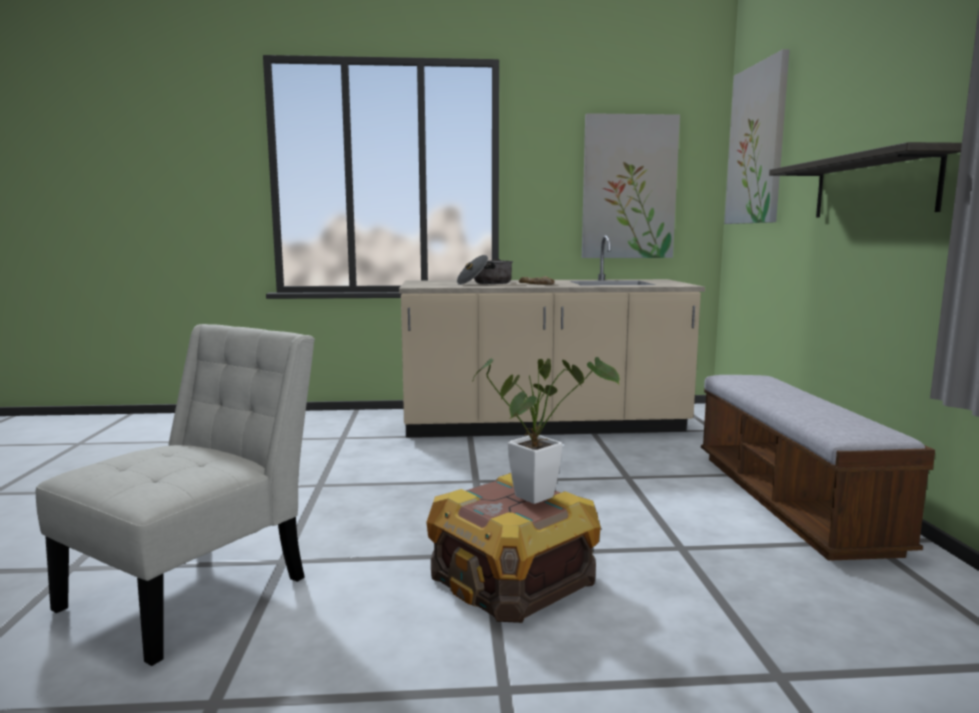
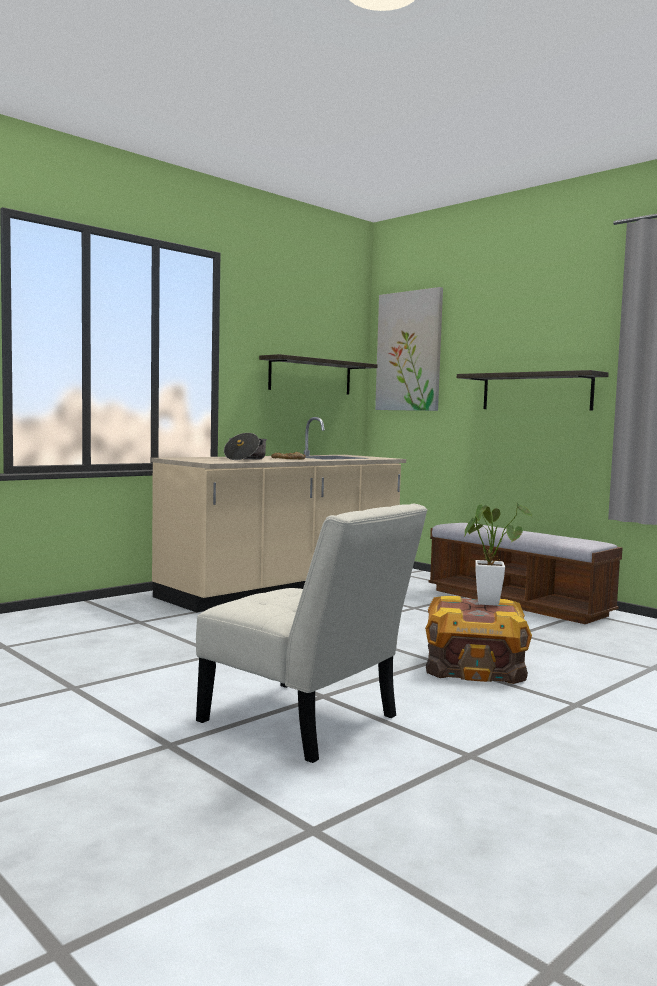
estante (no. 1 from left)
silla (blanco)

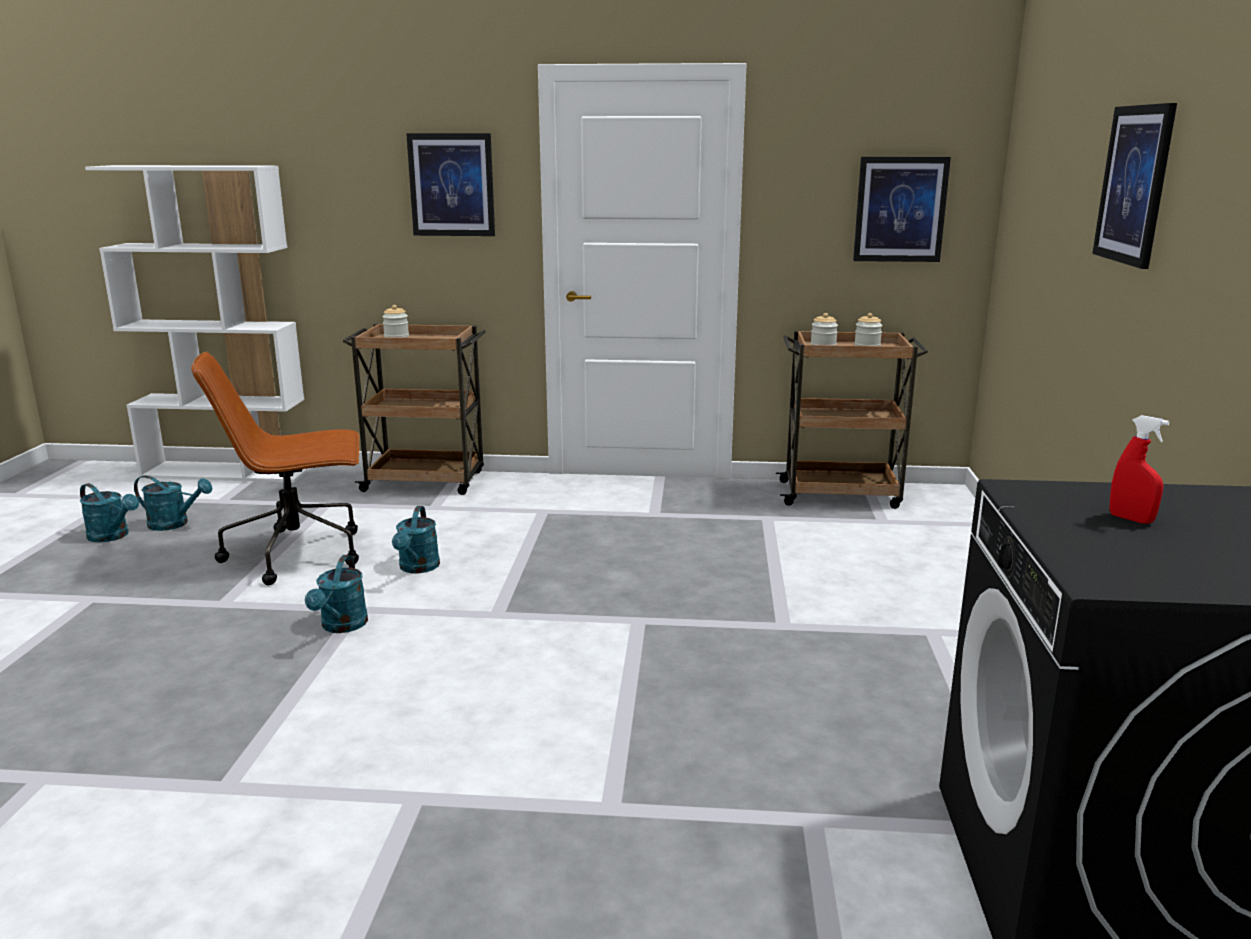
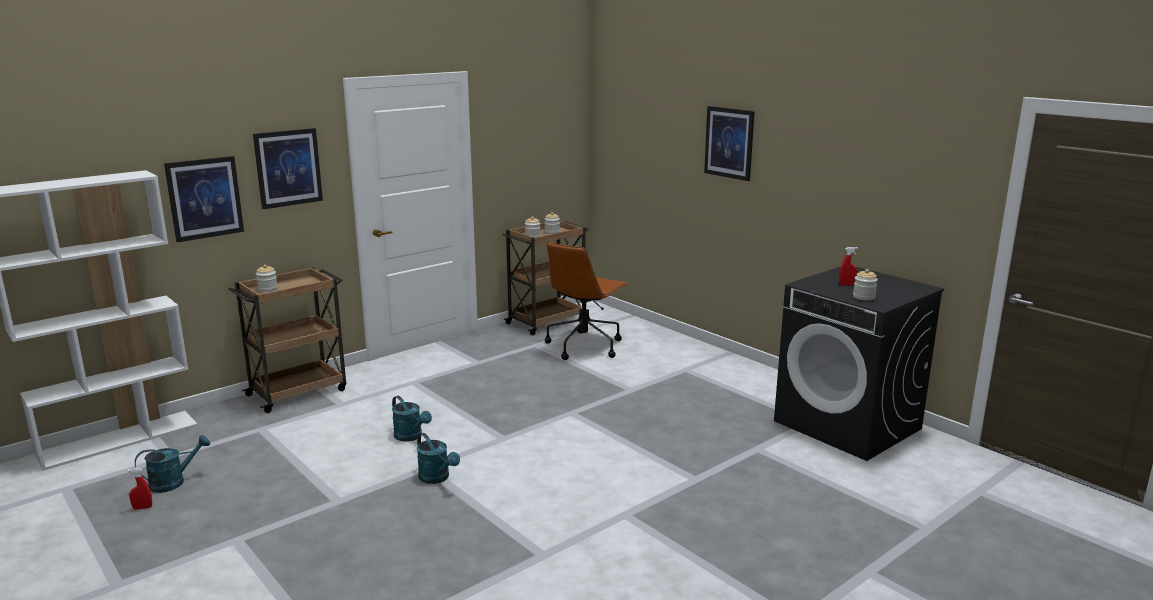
tarro (no. 4 from left)
silla de oficina (marrón)
cuadro (no. 1 from left)
pulverizador (rojo) (no. 1 from left)

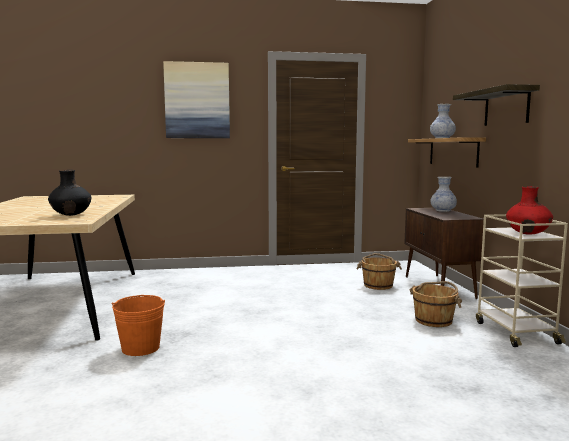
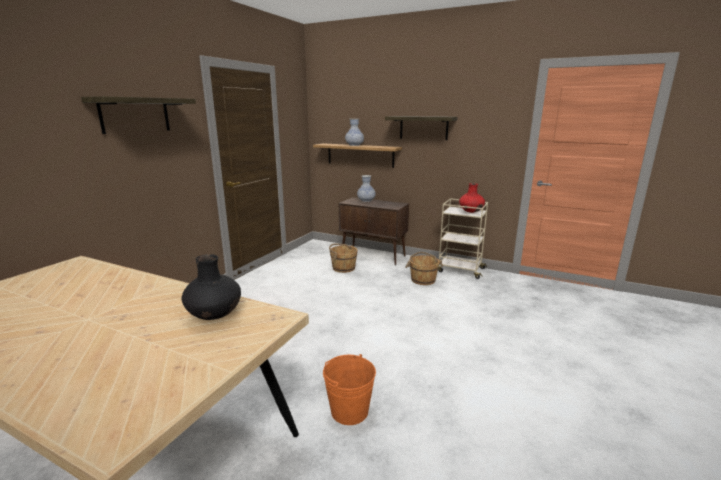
estante (no. 1 from left)

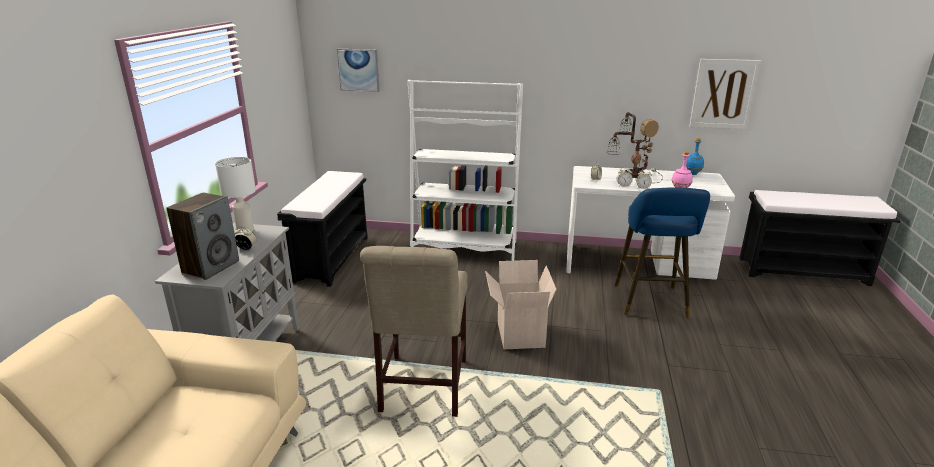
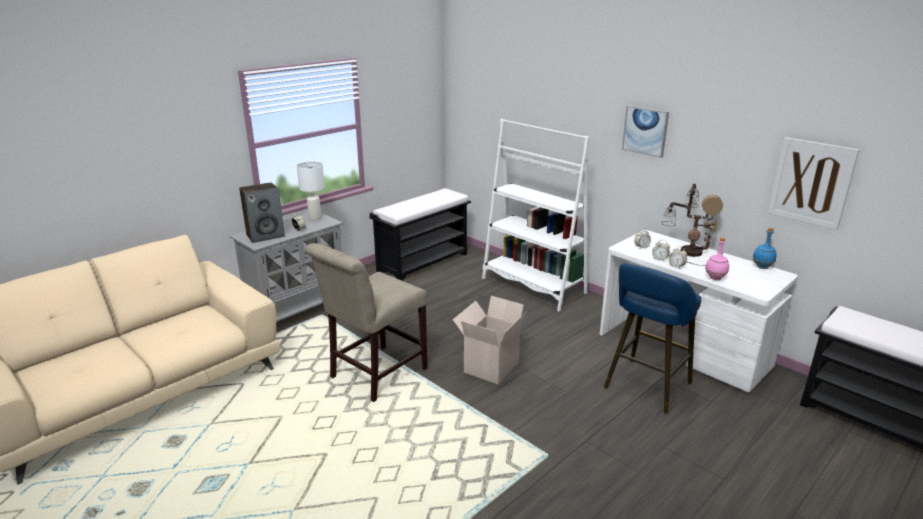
cuadro (no. 1 from left)

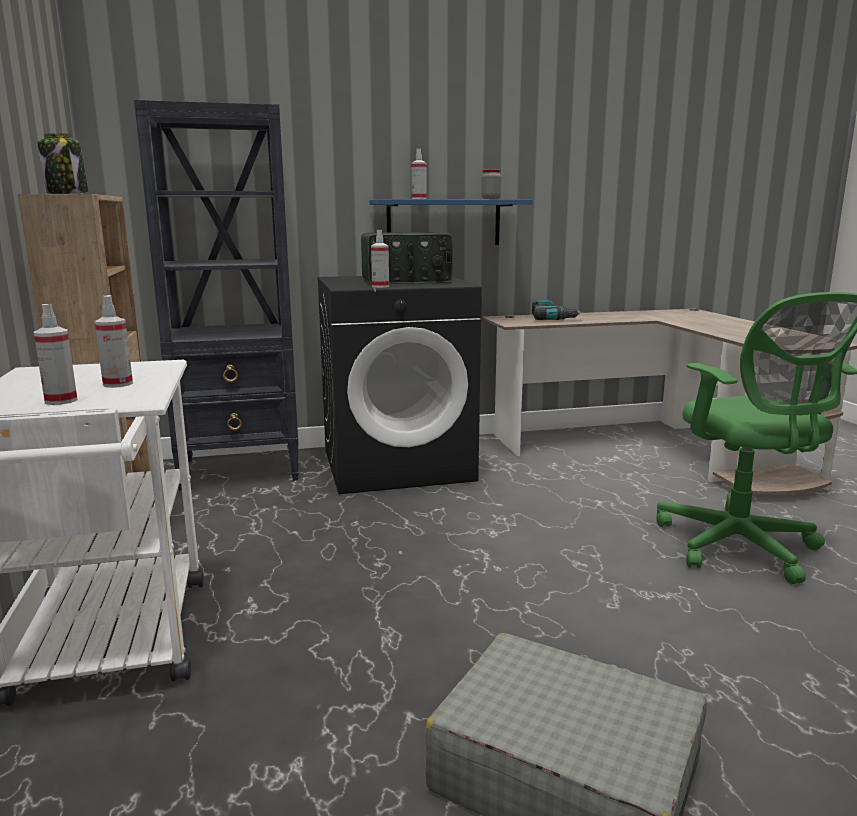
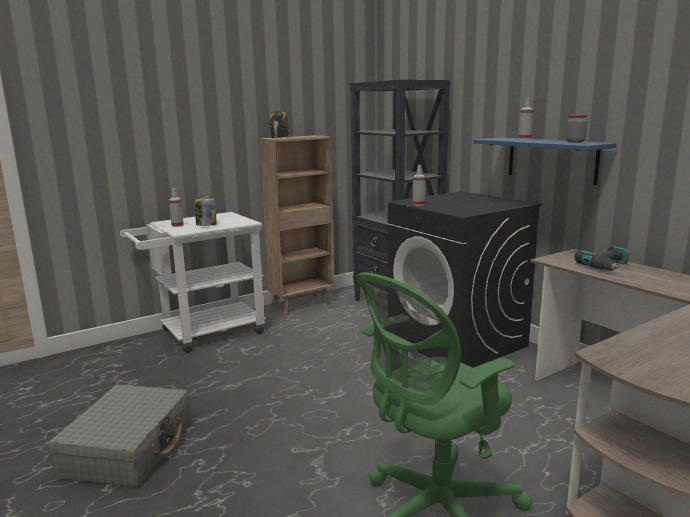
radio
tarro (no. 1 from left)

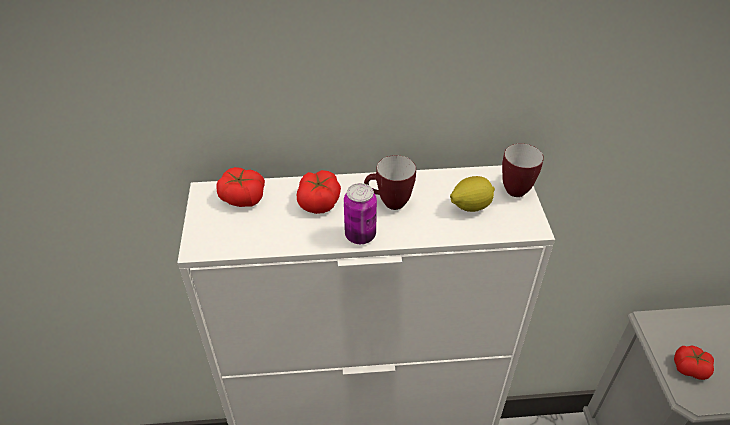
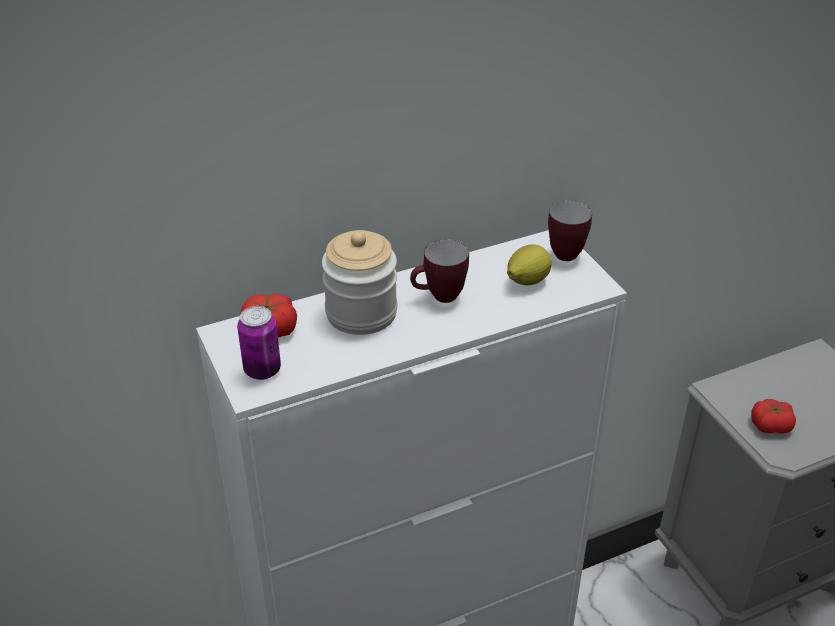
lata
tarro

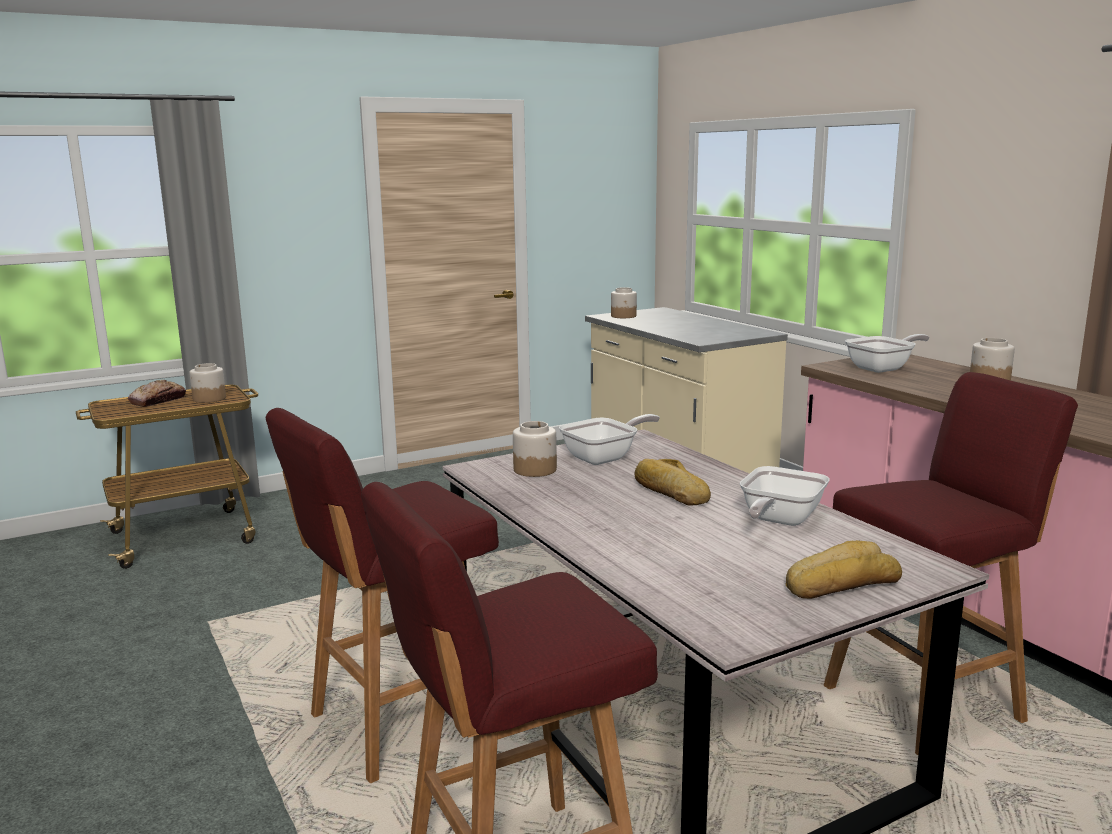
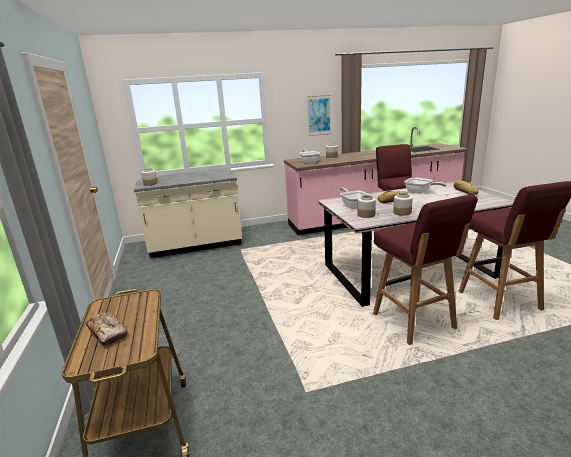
cuadro
tarro (no. 4 from left)

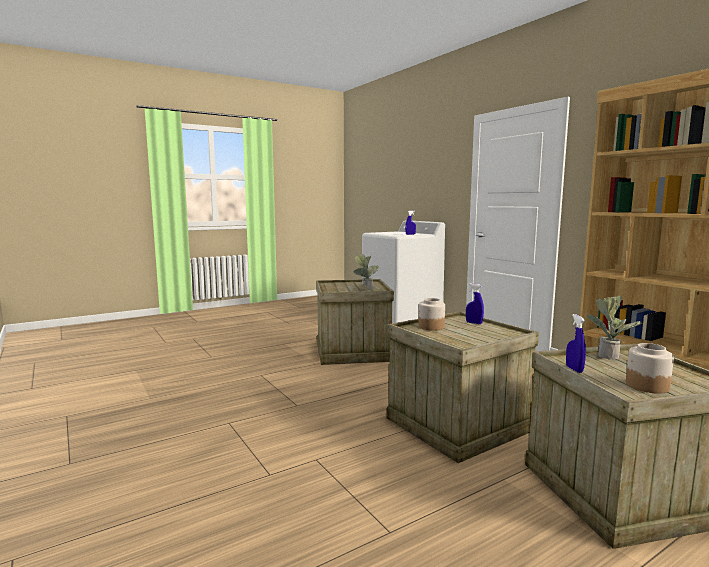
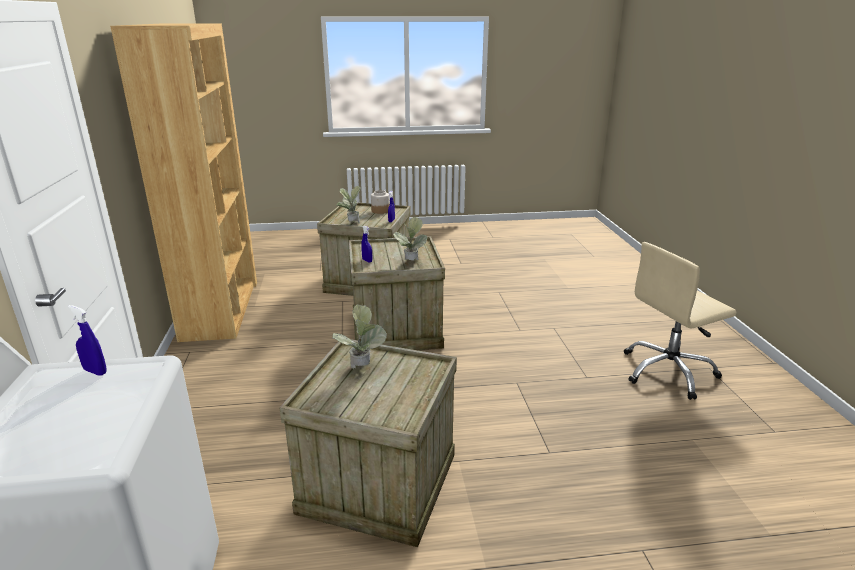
silla de oficina (beis)
planta en maceta (no. 3 from left)

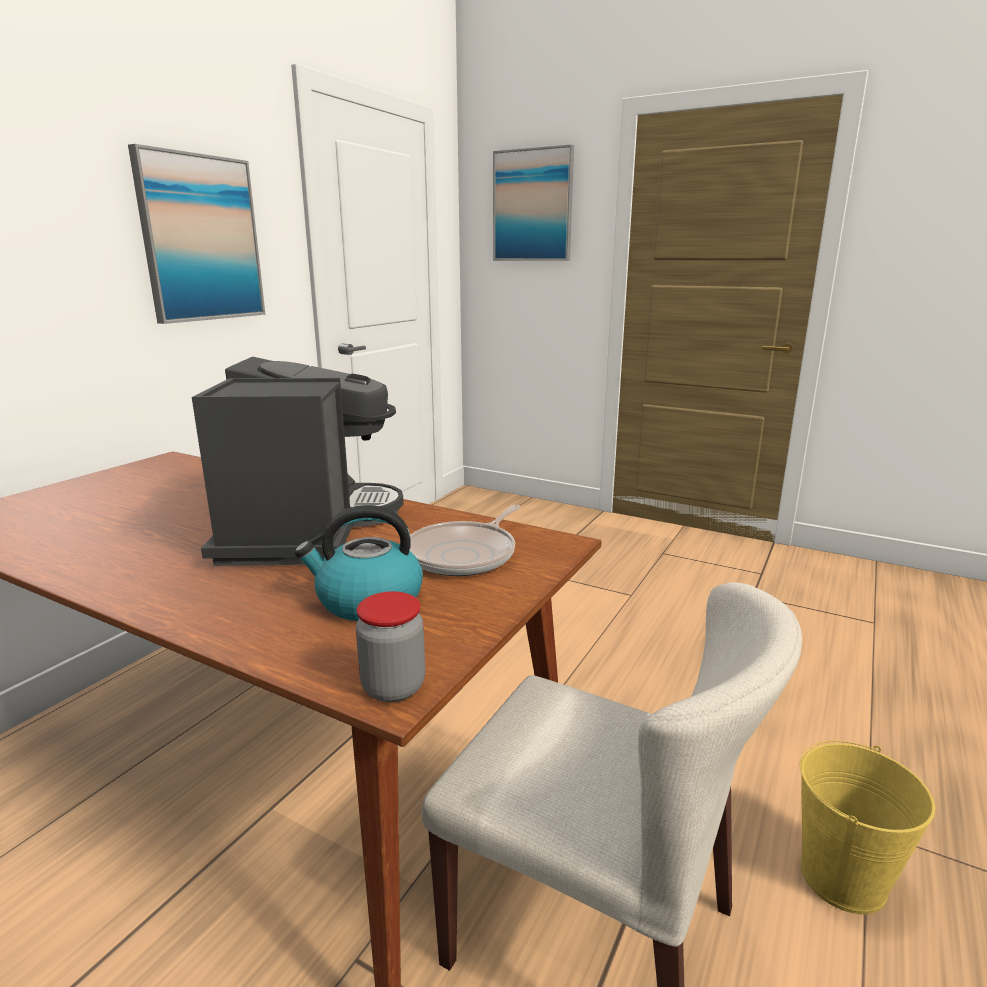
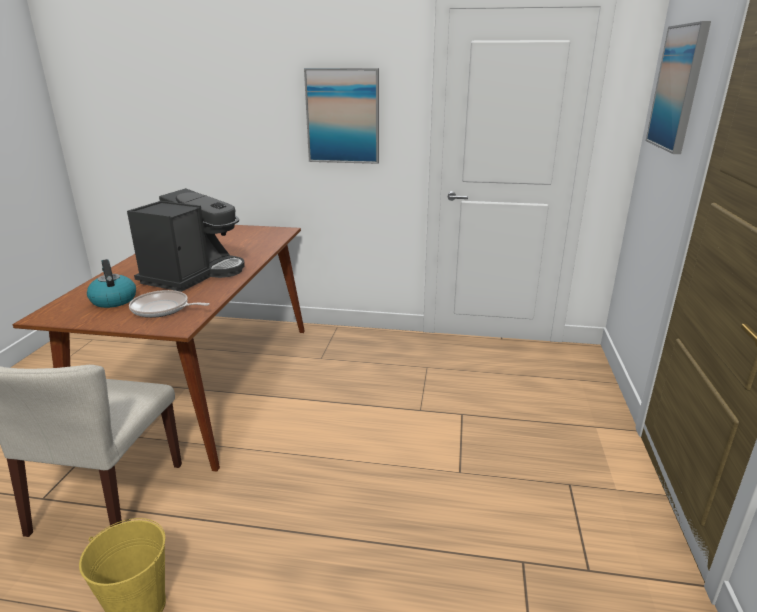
tarro
cafetera

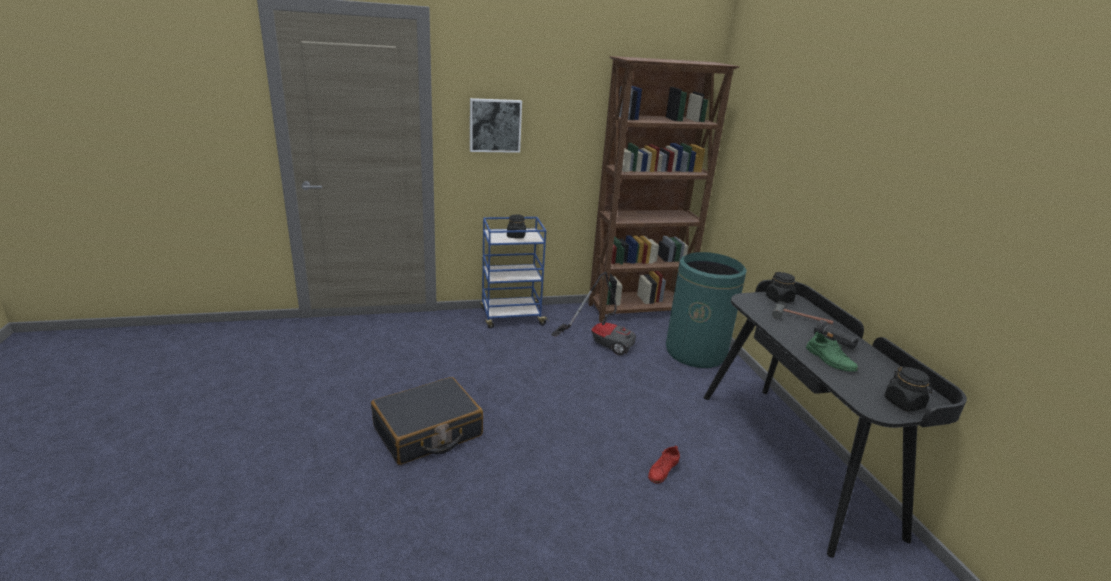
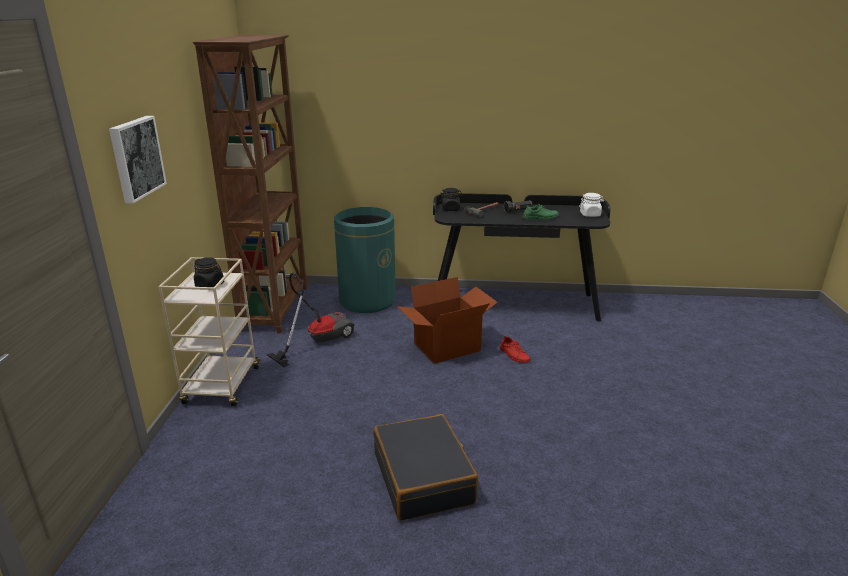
caja de cartón
carrito (beis)
tarro (blanco)

